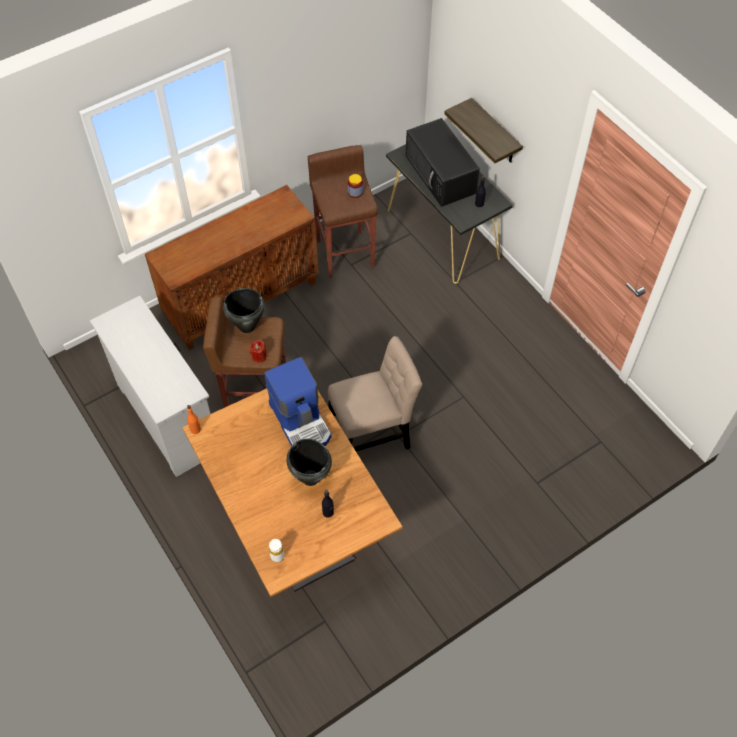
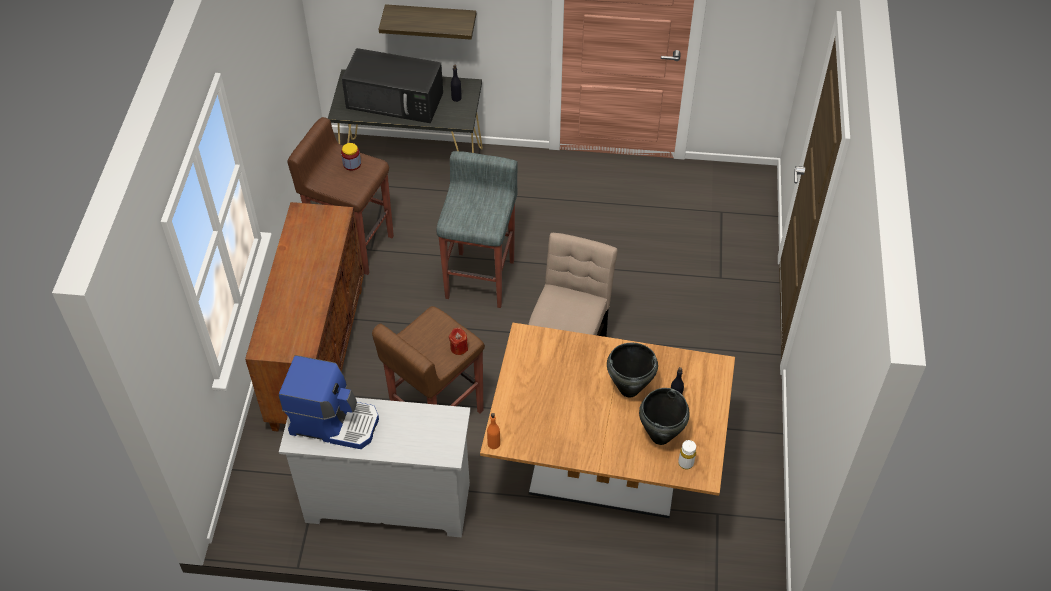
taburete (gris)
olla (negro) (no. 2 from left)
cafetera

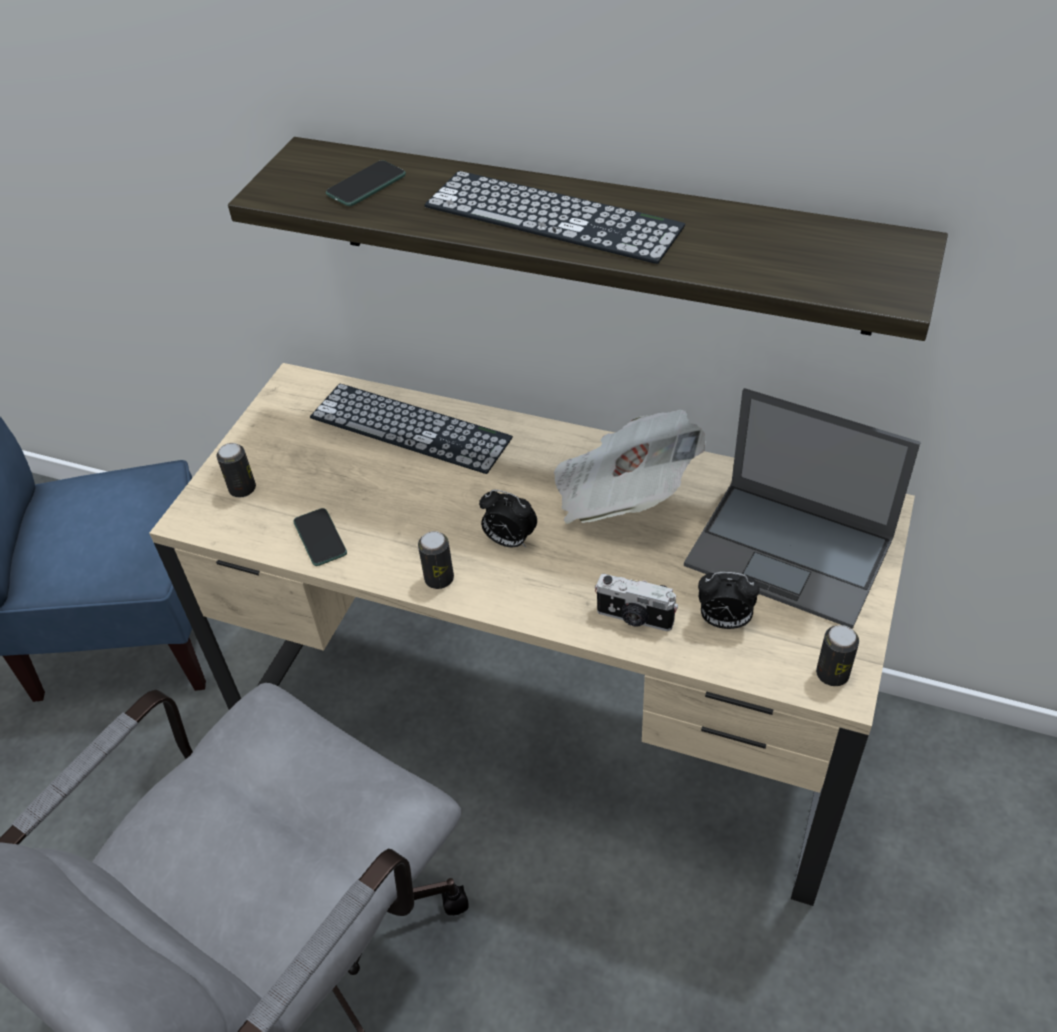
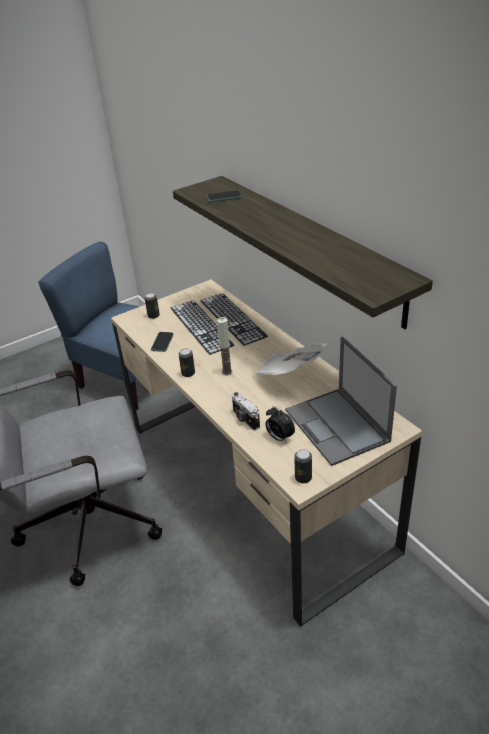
teclado (no. 1 from left)
vela

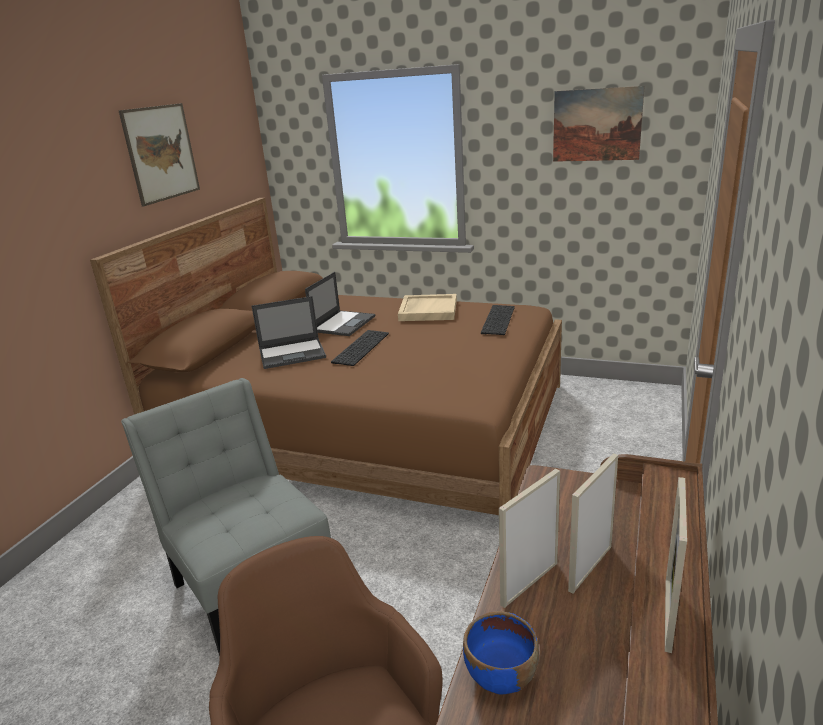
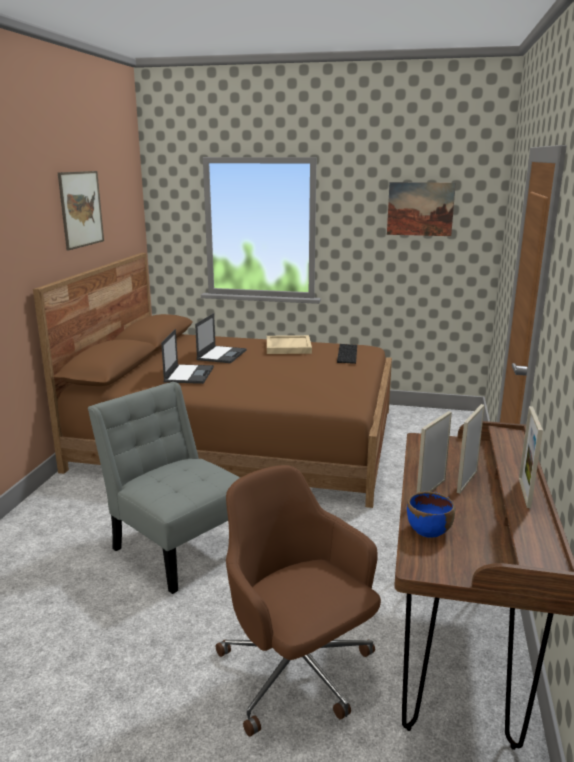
teclado (no. 1 from left in the first image)
portátil (no. 1 from left)

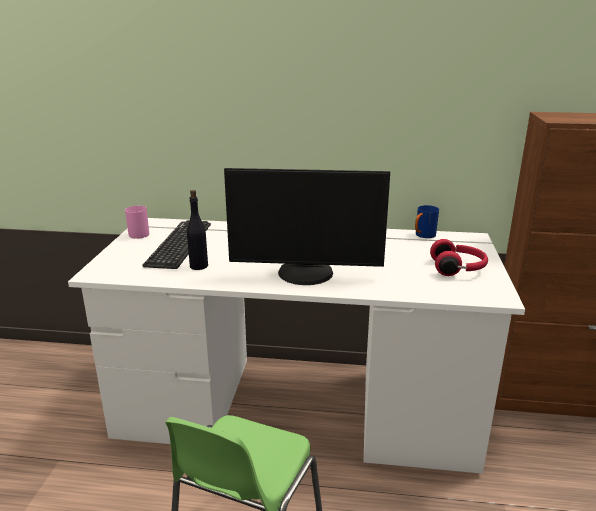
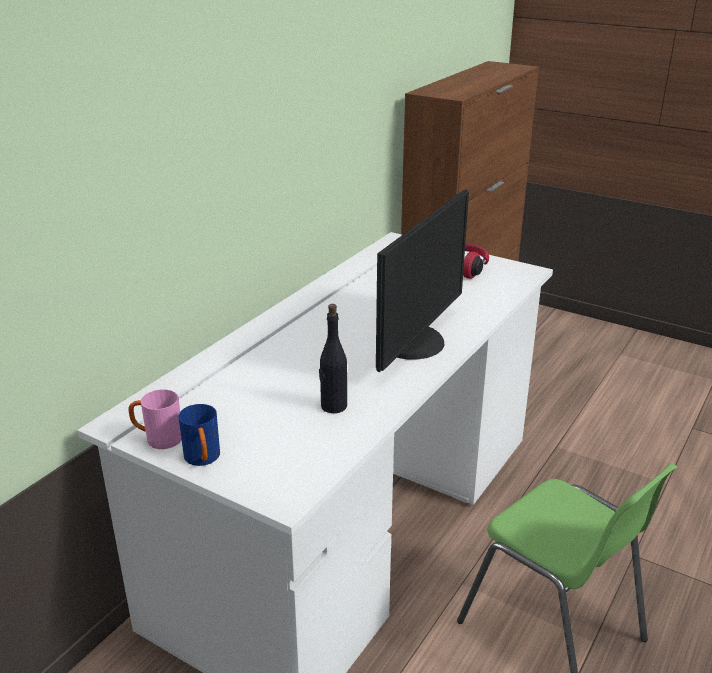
teclado
taza grande (azul)

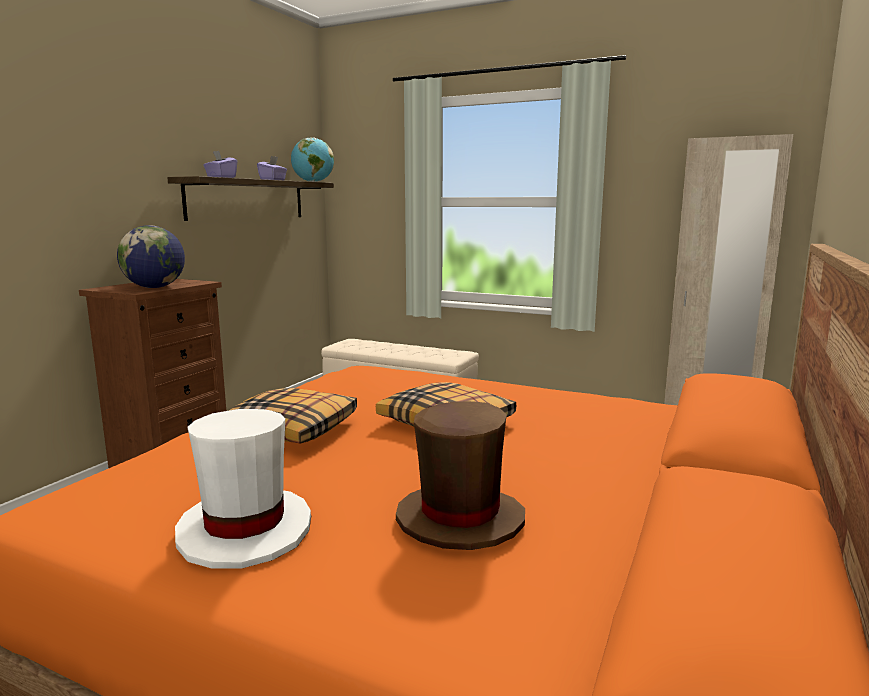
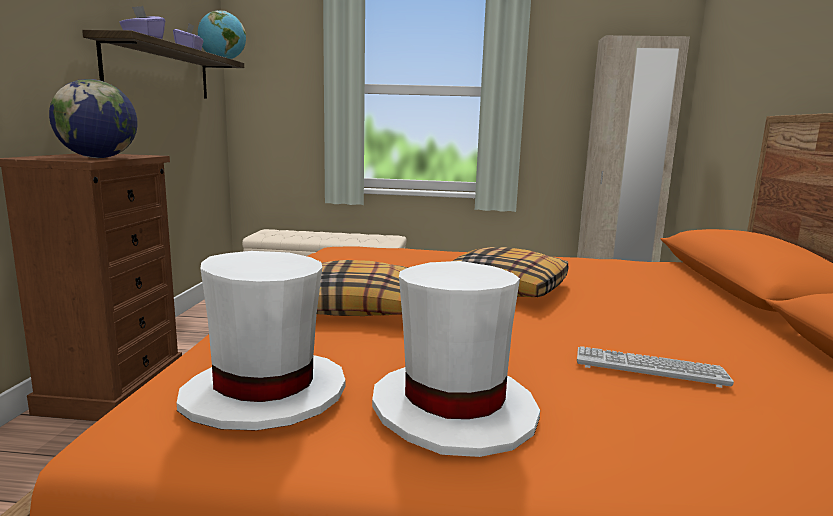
sombrero (blanco) (no. 1 from left)
teclado

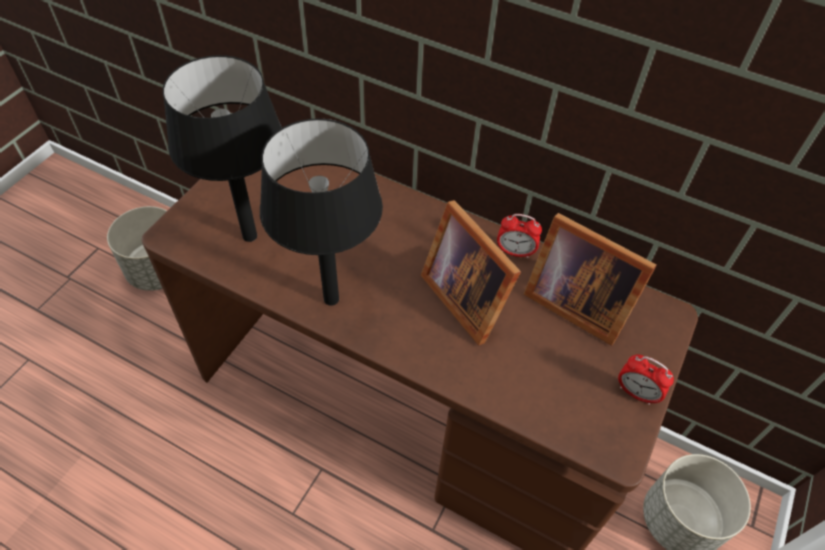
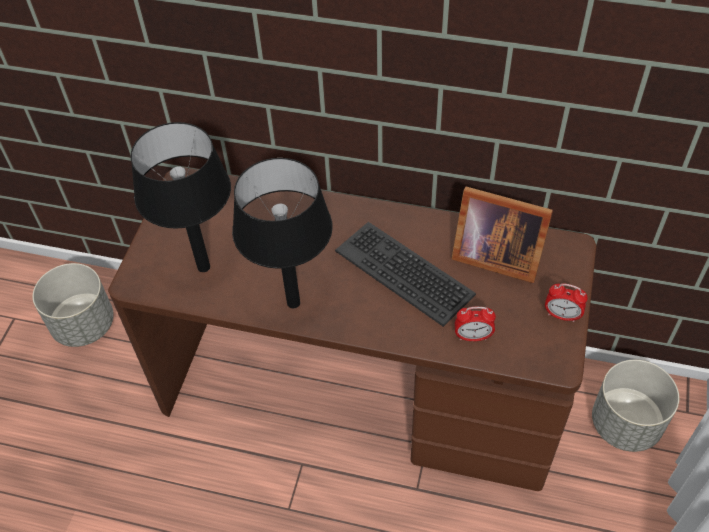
despertador (no. 1 from left)
teclado

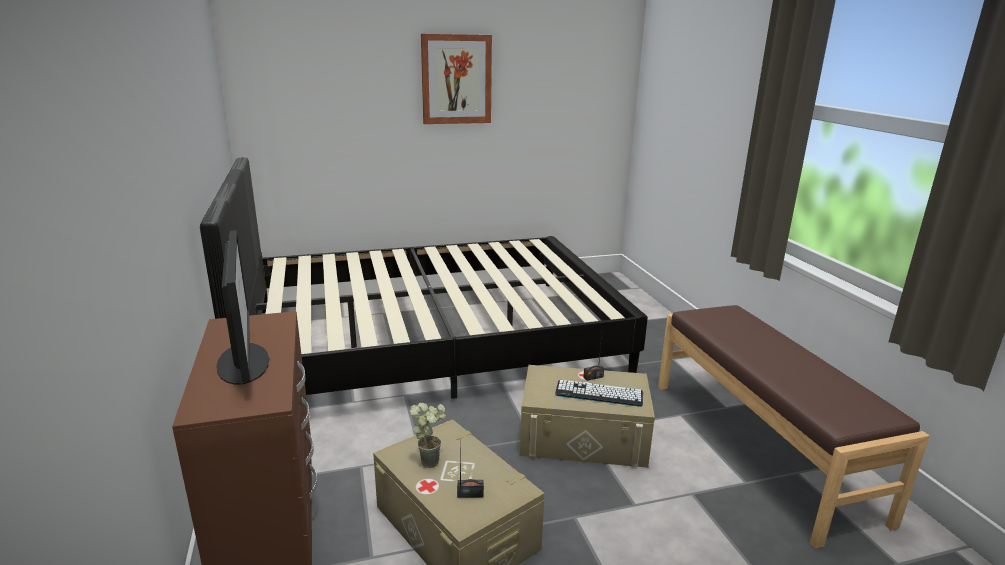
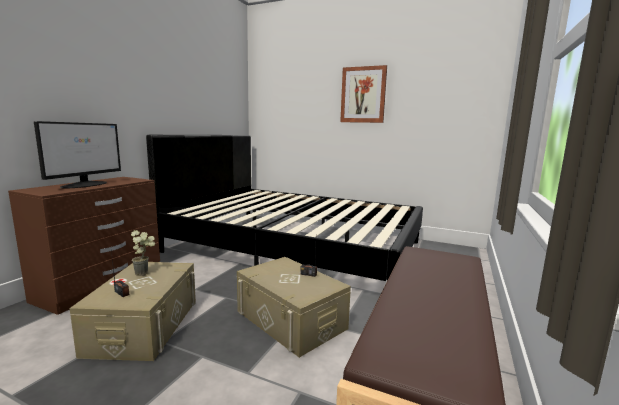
teclado

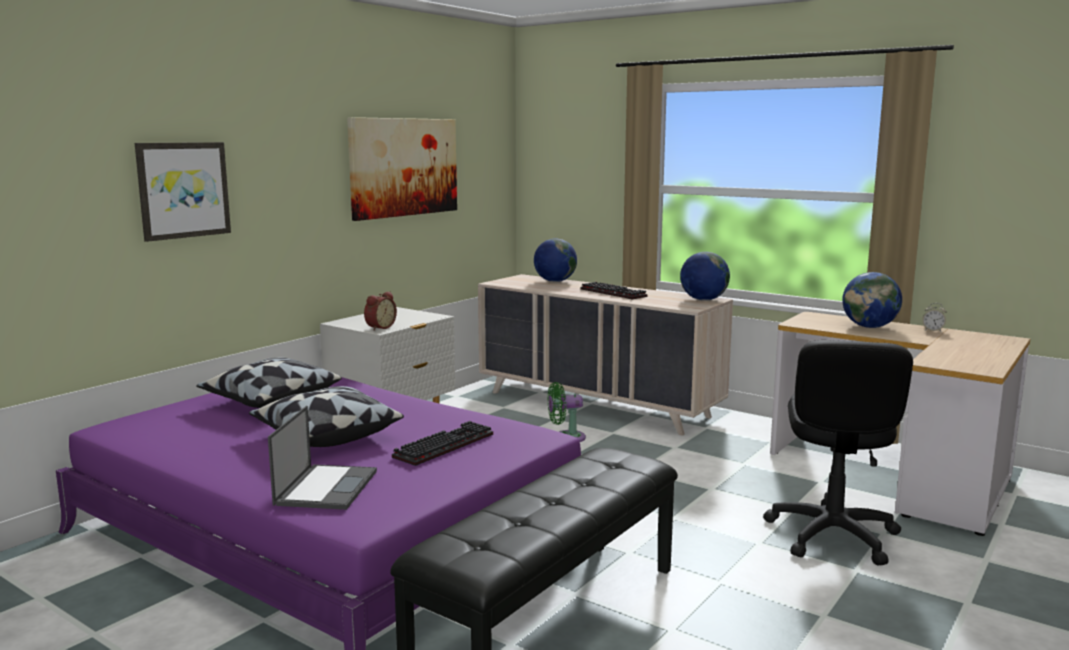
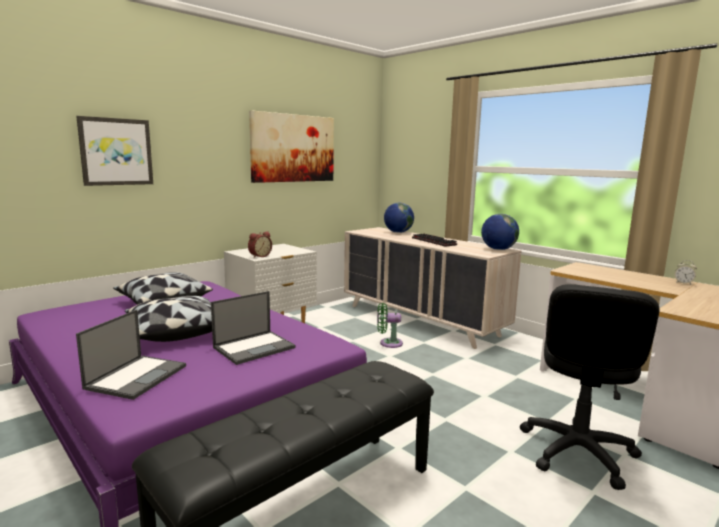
globo terráqueo (no. 3 from left in the first image)
portátil (no. 2 from left)

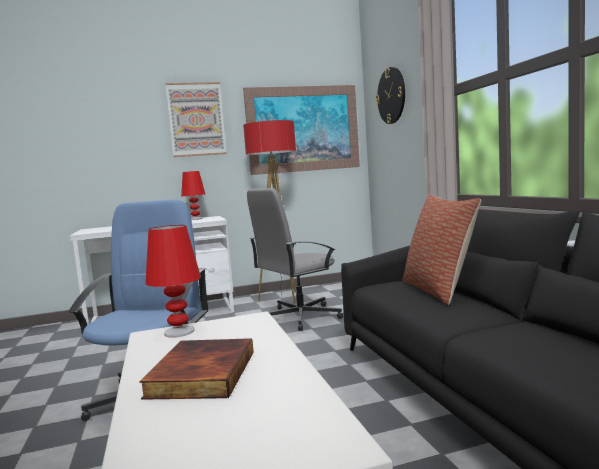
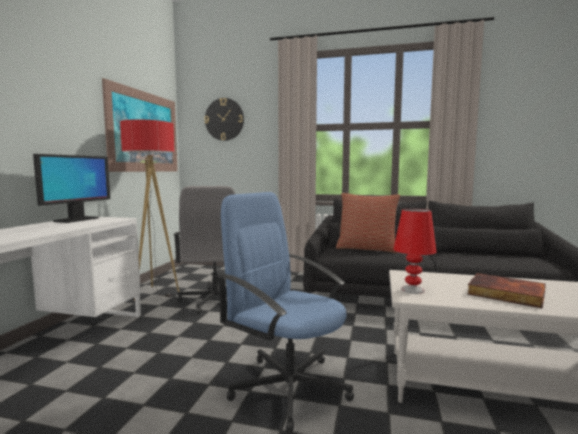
cuadro (no. 1 from left in the first image)
monitor

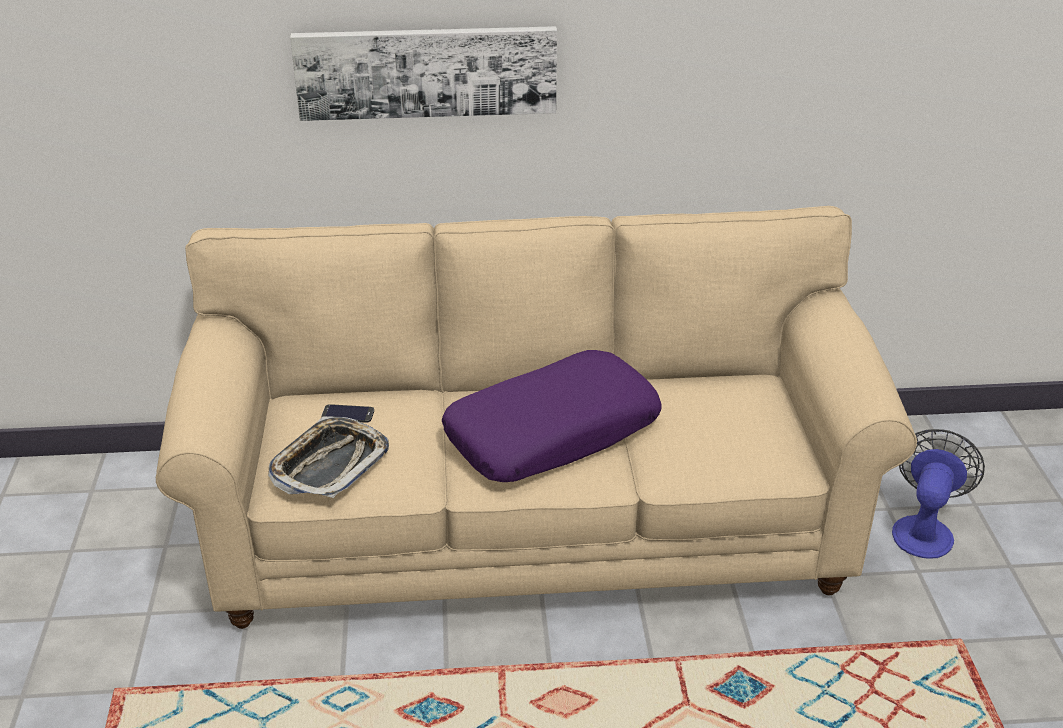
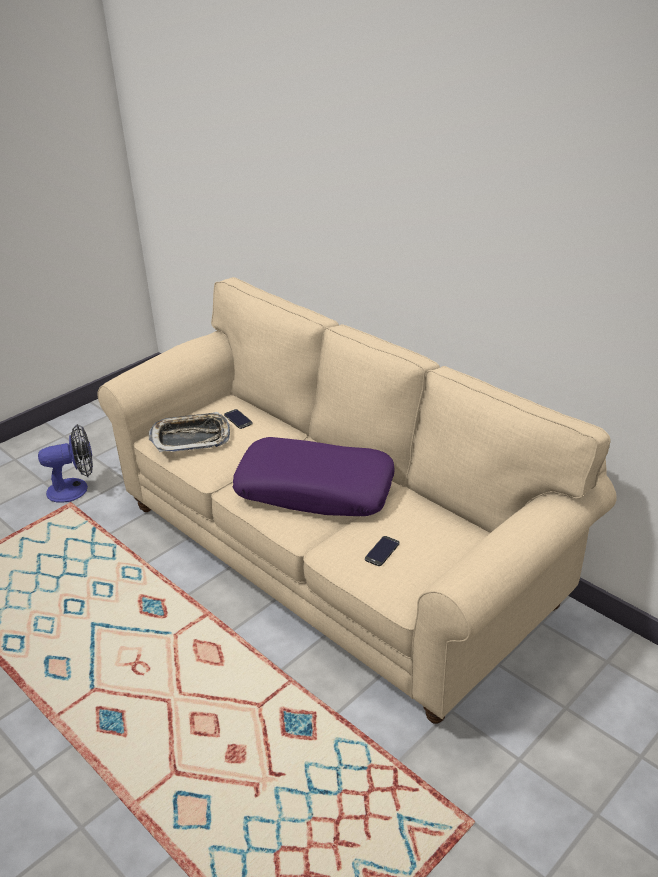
cuadro
móvil (no. 2 from left)
ventilador

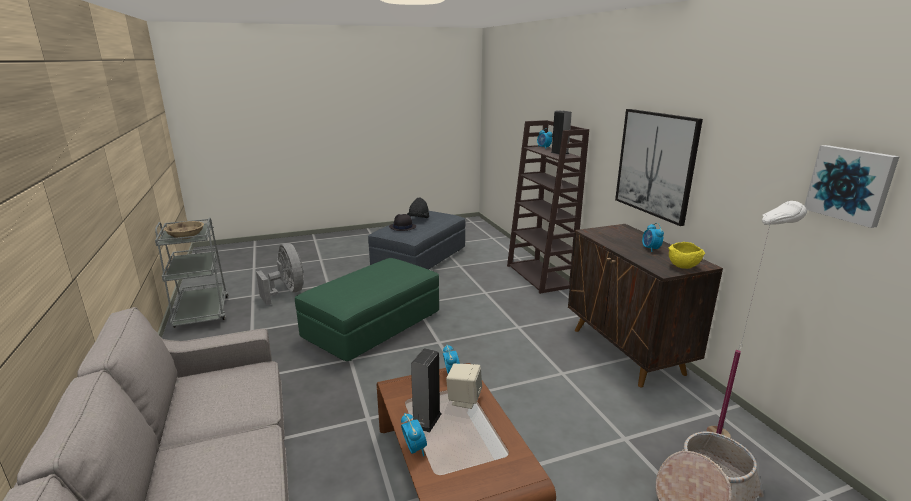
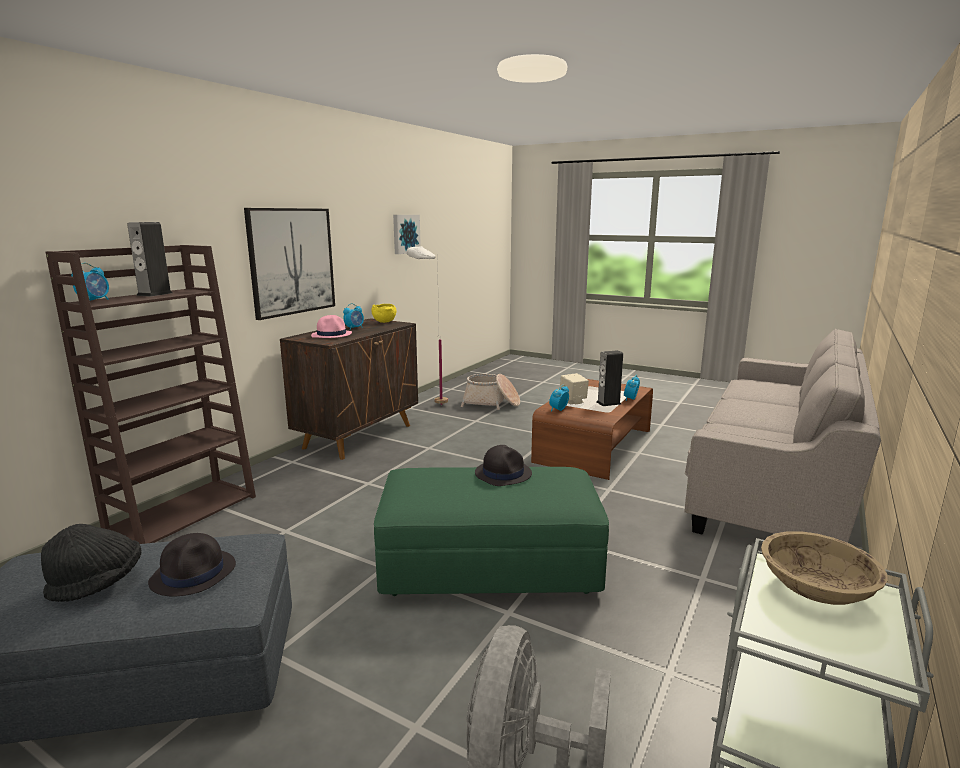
sombrero (rosa)
sombrero (negro) (no. 3 from left)

